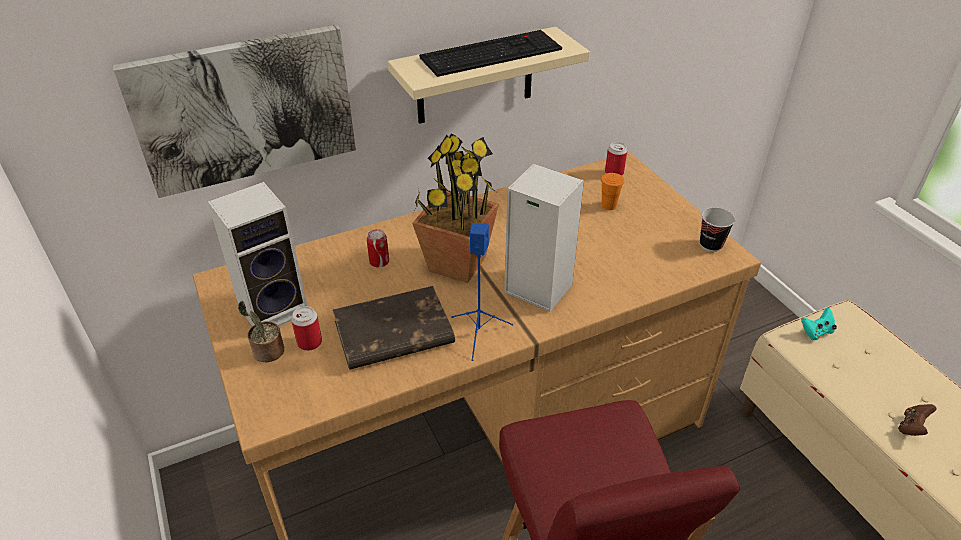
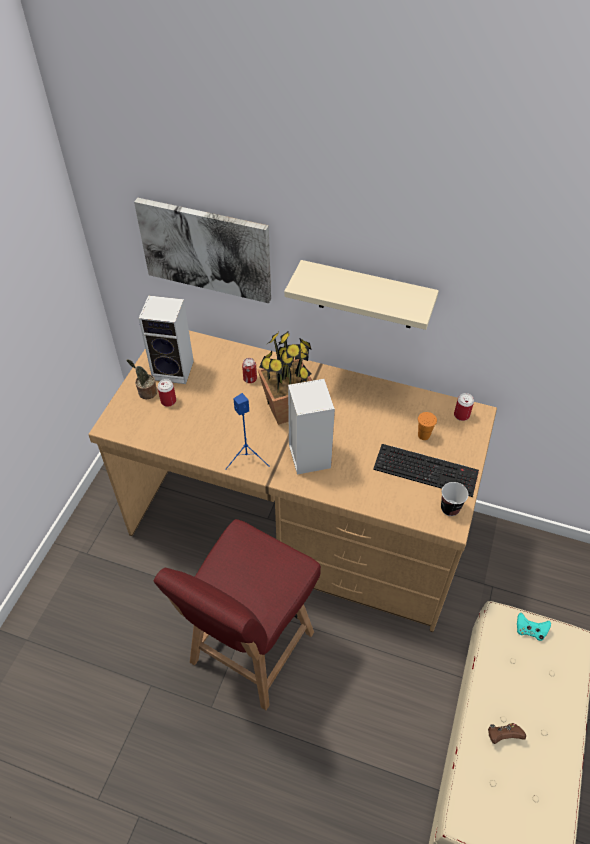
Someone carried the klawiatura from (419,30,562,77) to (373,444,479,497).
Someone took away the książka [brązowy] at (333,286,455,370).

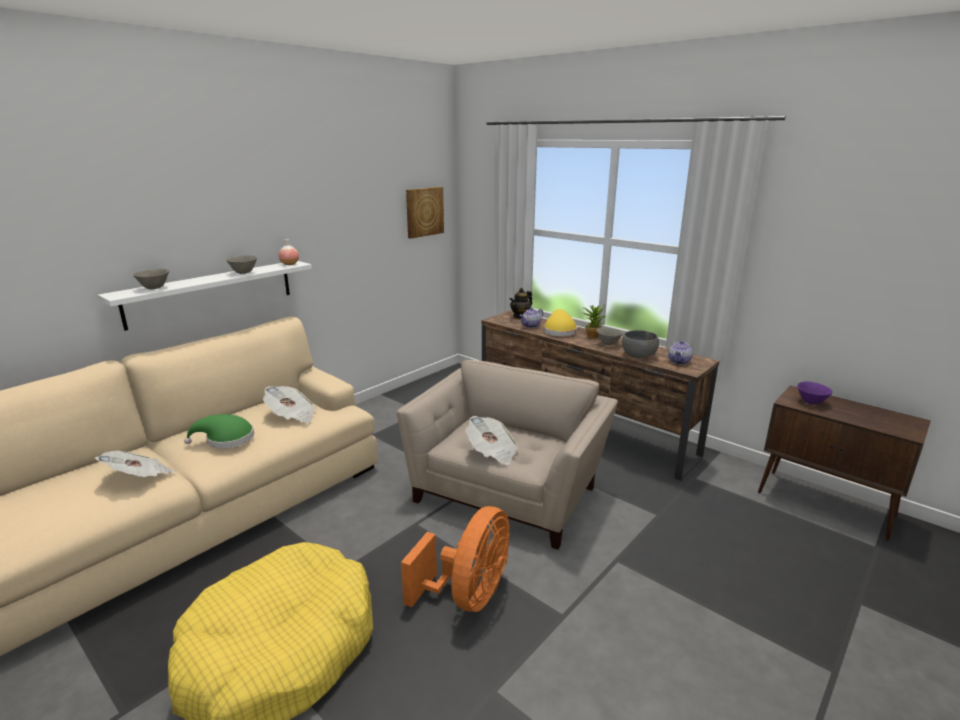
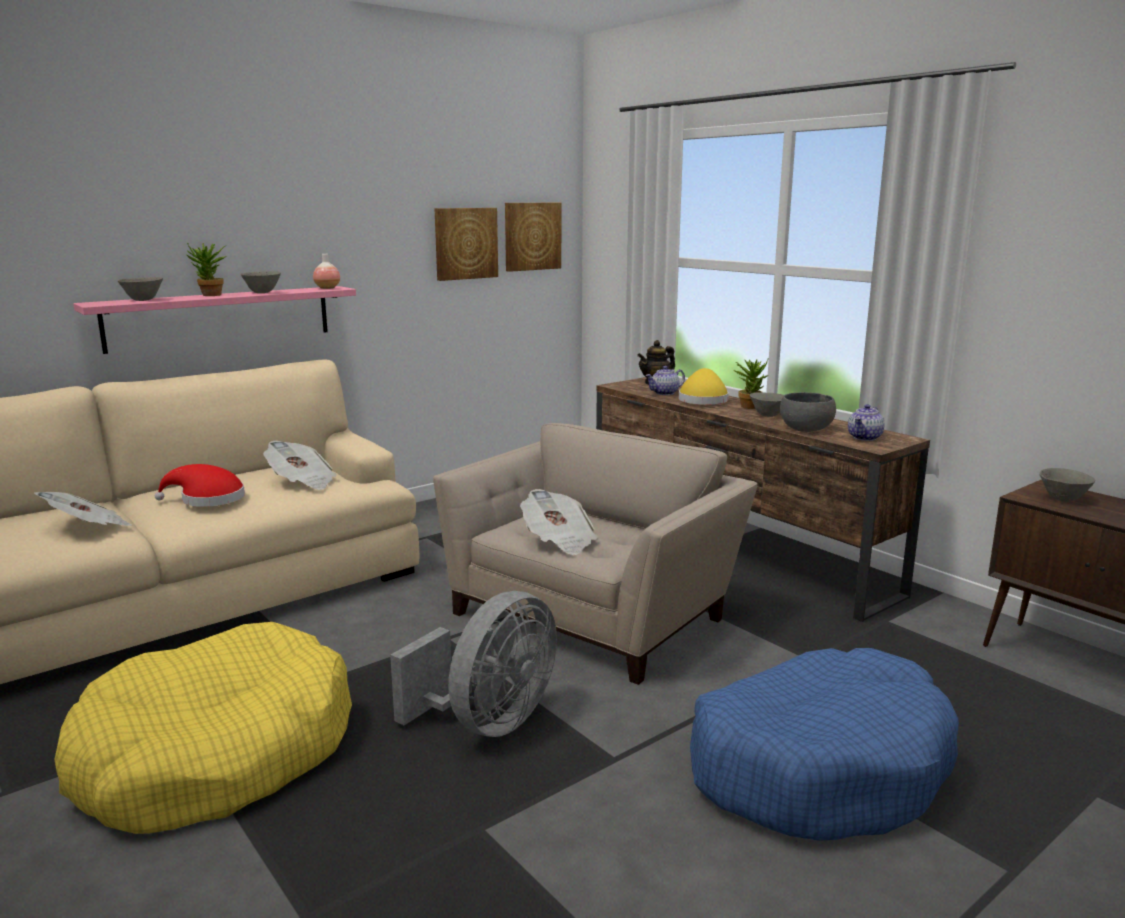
Someone repainted the półka [biały] at (98,261,312,331), which became the półka [różowy] at (73,286,356,354).
Someone repainted the kapelusz [zielony] at (184,414,254,449), which became the kapelusz [czerwony] at (155,464,245,507).
Someone put down the roślina doniczkowa at (186,243,227,296).
Someone repainted the wentylator [pomarańczowy] at (401,506,510,612), which became the wentylator [szary] at (390,591,557,737).
Someone put up the obraz at (434,208,498,281).
Someone put down the legowisko [niebieski] at (690,648,959,841).
Someone repainted the miska [fioletowy] at (797,382,833,405), which became the miska [szary] at (1039,468,1095,502).

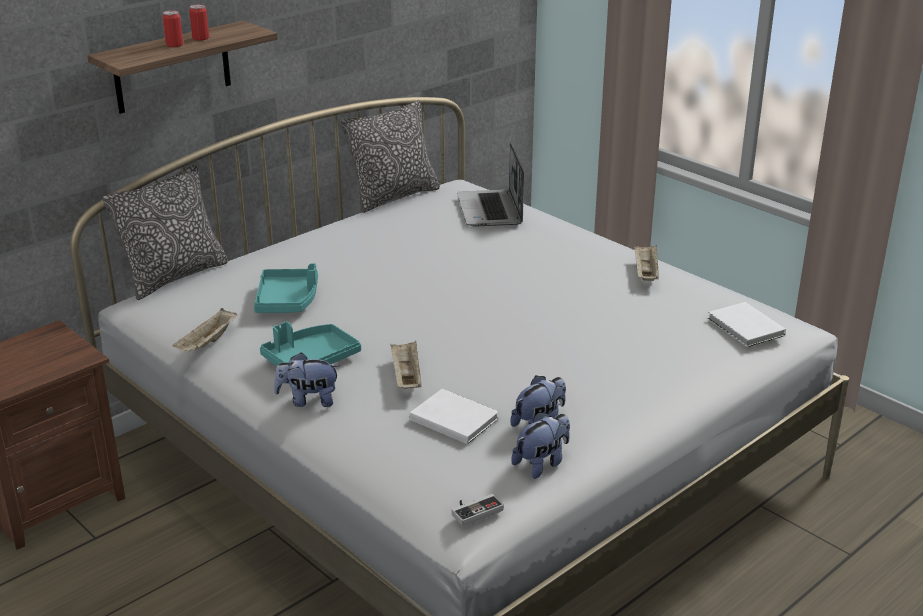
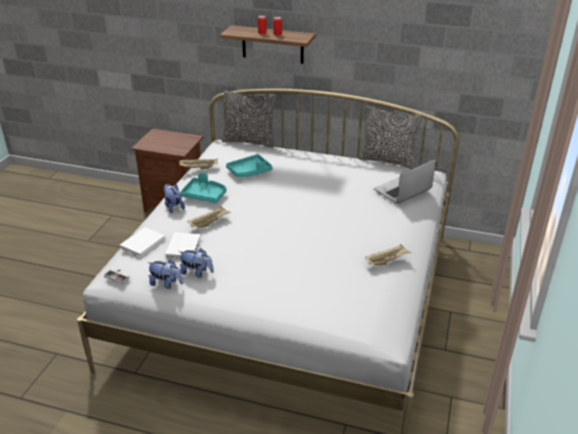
Someone carried the książka [biały] from (708,302,786,347) to (120,227,165,257).

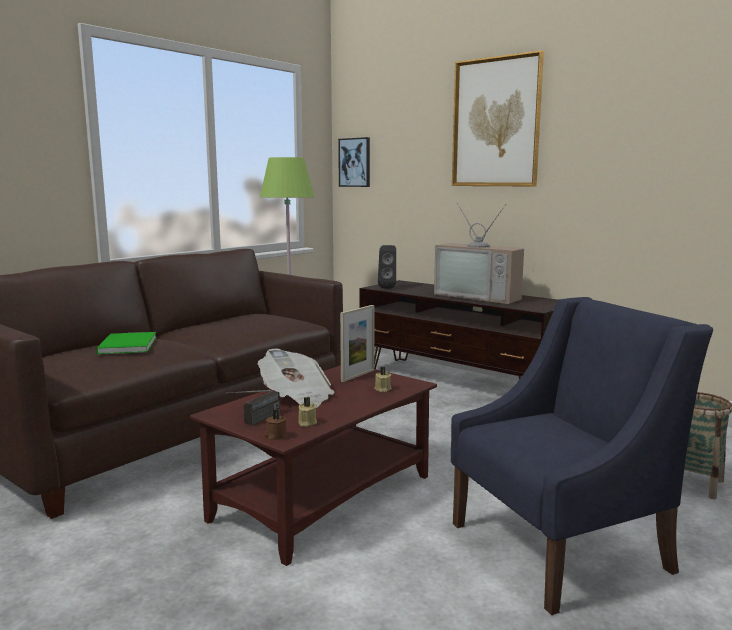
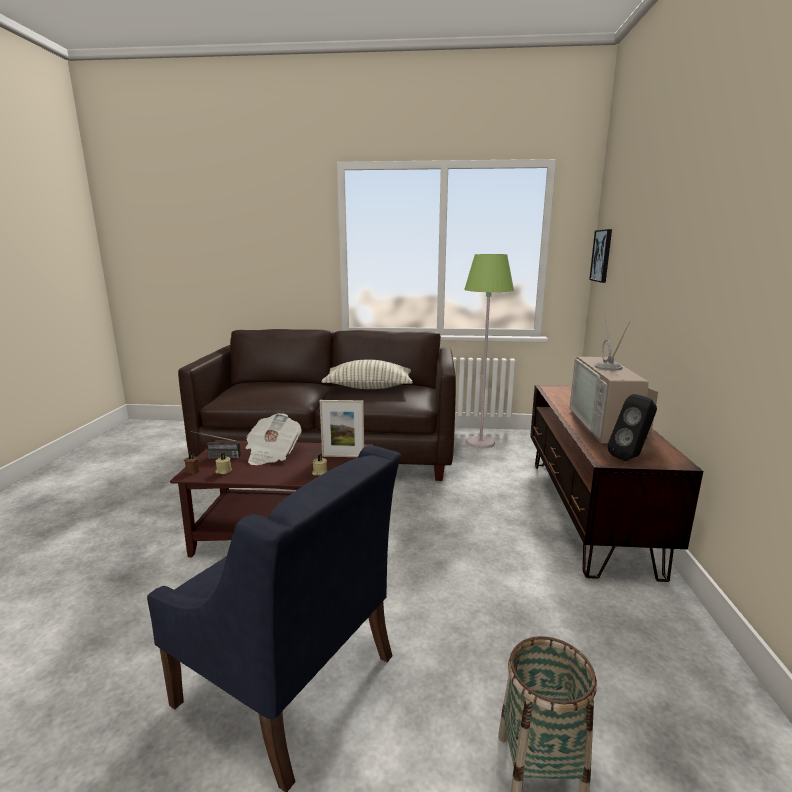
Someone put down the poduszka at (321,360,413,389).
Someone carried the głośnik [czarny] from (378,245,396,289) to (607,394,657,461).
Someone took away the książka [zielony] at (96,332,157,354).
Someone took away the obraz at (452,50,544,187).

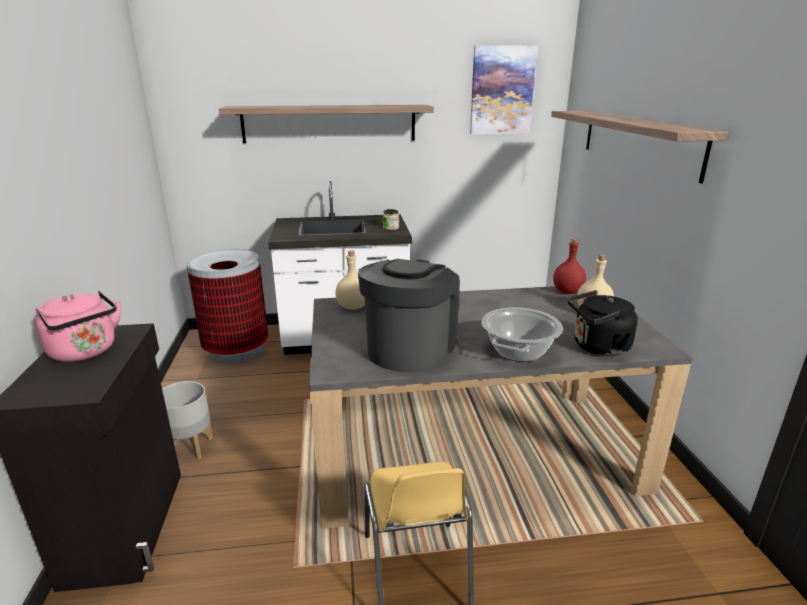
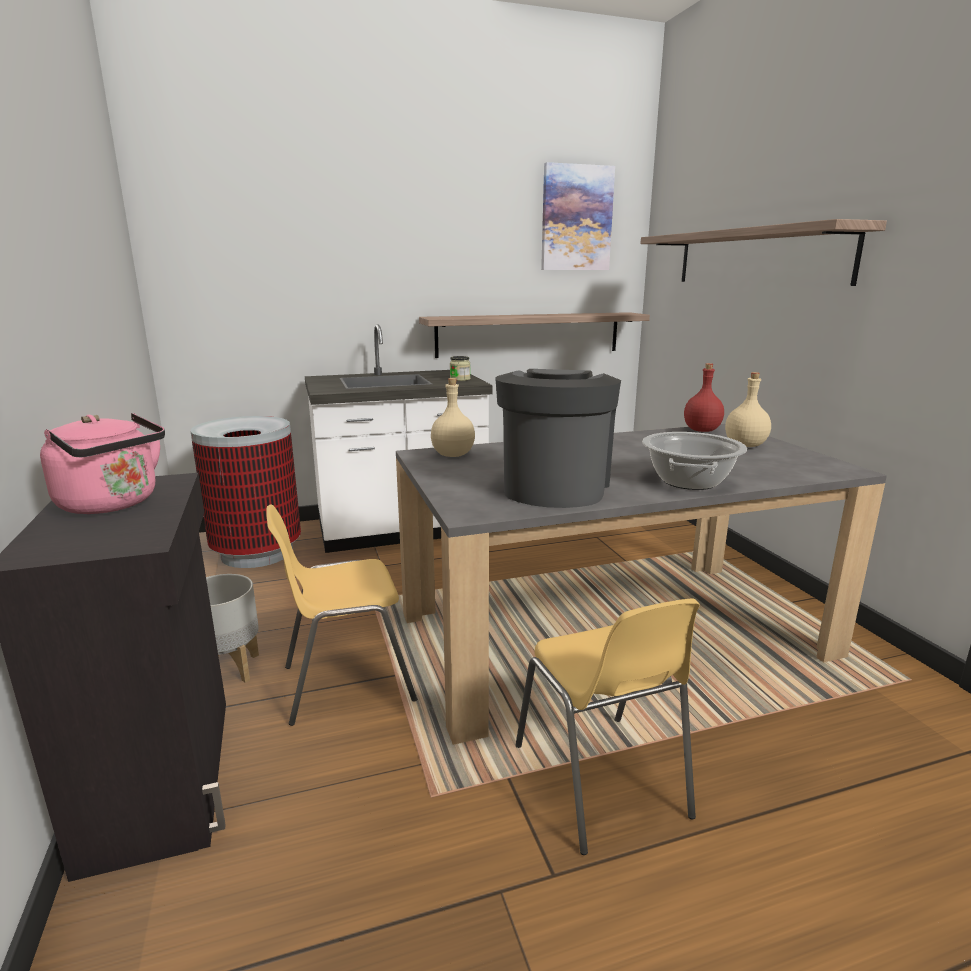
Someone put down the krzesło [żółty] at (266,504,417,726).
Someone carried the półka from (219,105,434,143) to (419,312,650,358).
Someone took away the czajnik [czarny] at (568,290,638,356).

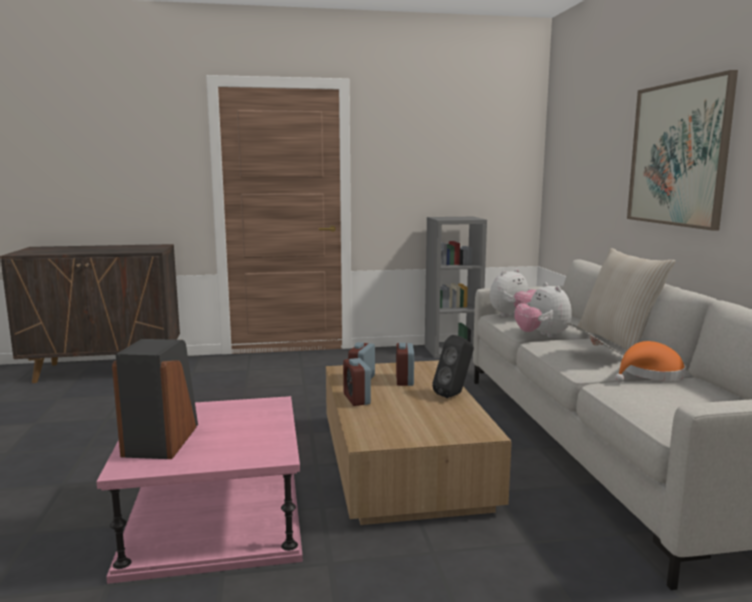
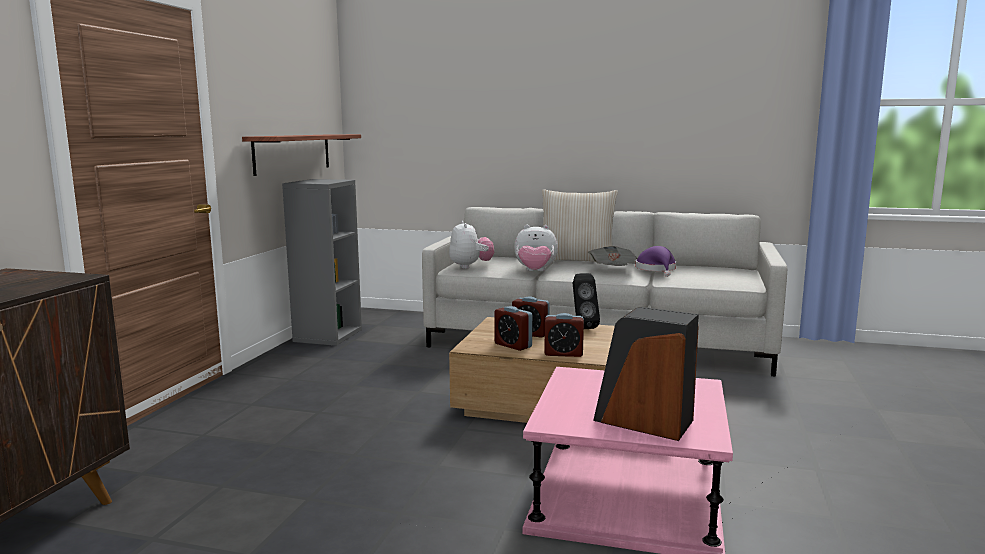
Someone put up the półka at (242,134,361,176).
Someone repainted the kapelusz [pomarańczowy] at (615,341,686,382), which became the kapelusz [fioletowy] at (636,246,676,277).
Someone took away the obraz at (627,70,738,231).

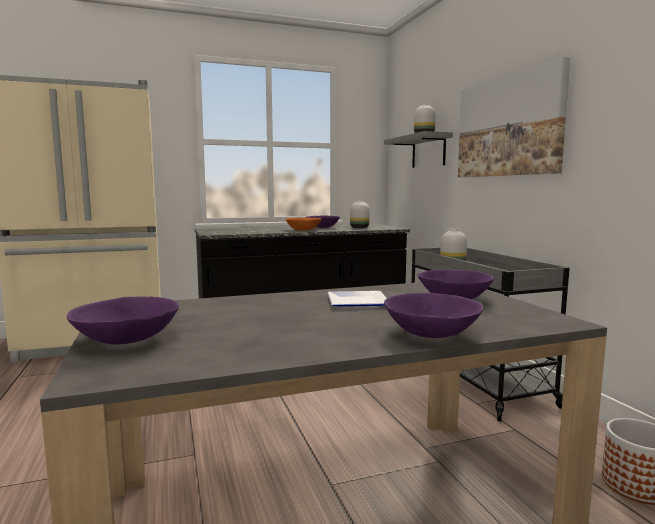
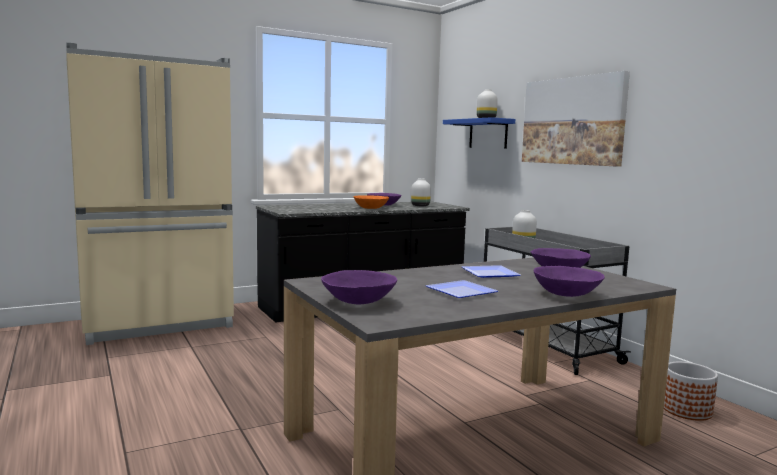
Someone put down the talerz at (426,280,498,298).
Someone repainted the półka [szary] at (384,131,453,168), which became the półka [niebieski] at (443,117,515,149).

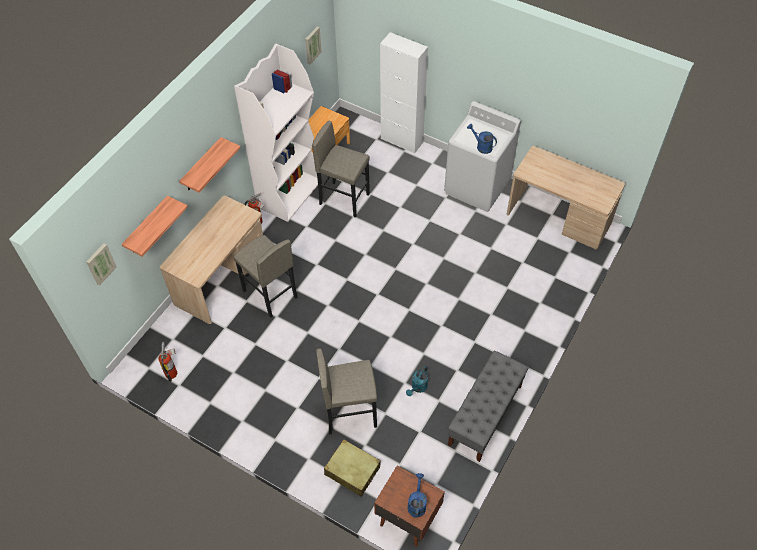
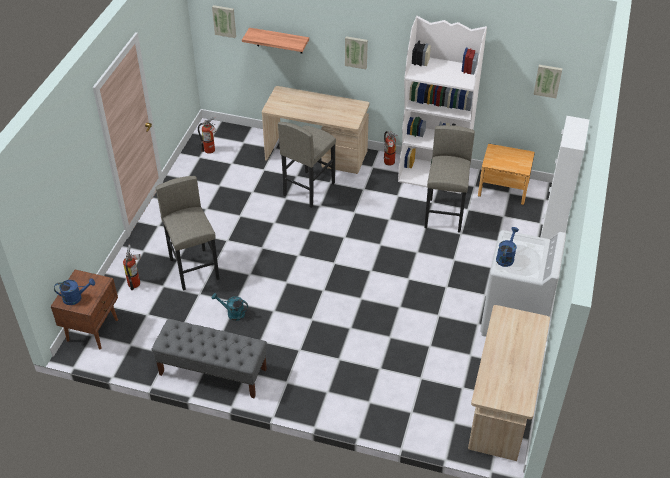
Someone swapped the walizka [beżowy] at (324,439,381,497) for the gaśnica at (123,244,141,290).
Someone swapped the półka at (179,137,240,193) for the obraz at (345,36,368,69).

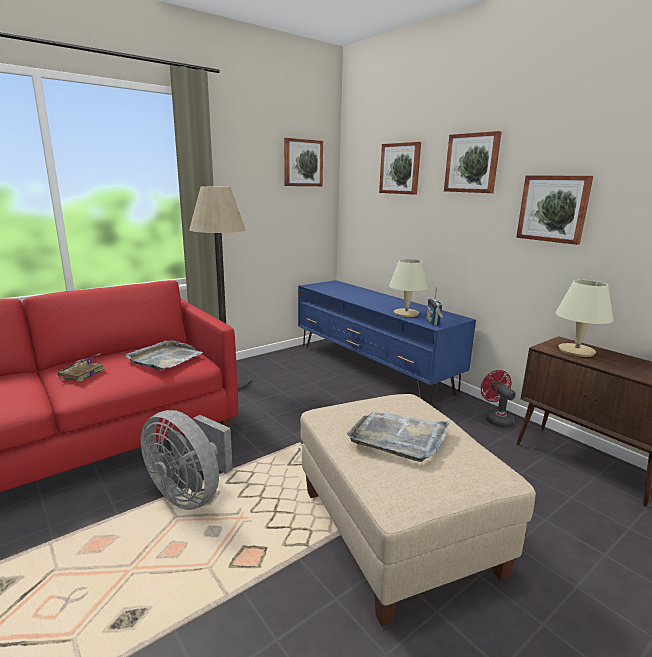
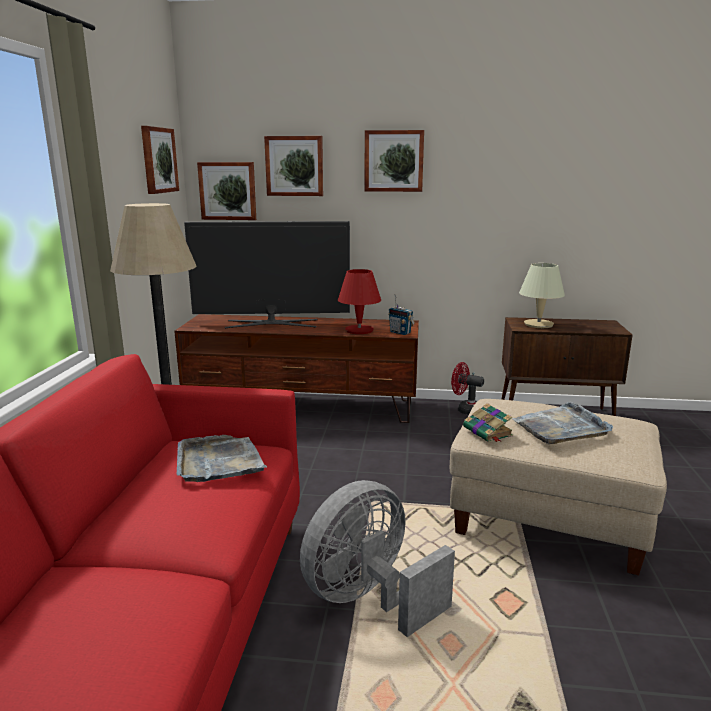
Someone repainted the szafka pod telewizor [niebieski] at (298,280,476,406), which became the szafka pod telewizor [brązowy] at (174,314,419,423).
Someone put down the telewizor at (184,221,350,328).
Someone carried the obraz from (516,175,593,245) to (197,162,256,220).
Someone rotated the wentylator [szary] at (140,410,233,510) by 150 degrees clockwise.
Someone repainted the lampa stołowa [beżowy] at (389,259,428,317), which became the lampa stołowa [czerwony] at (338,269,381,334).
Someone carried the książka from (58,353,105,382) to (463,403,513,442).

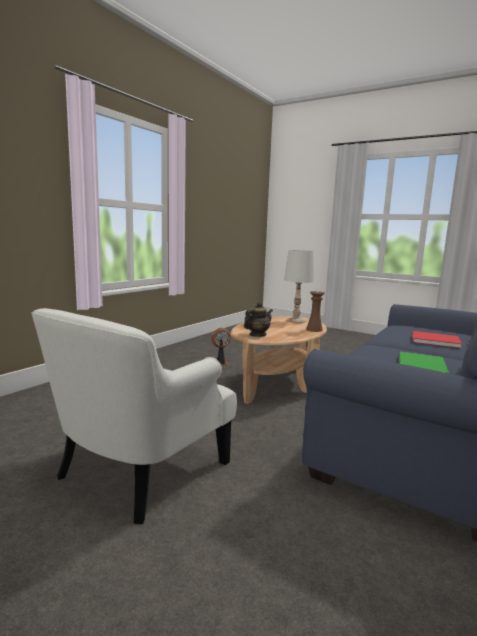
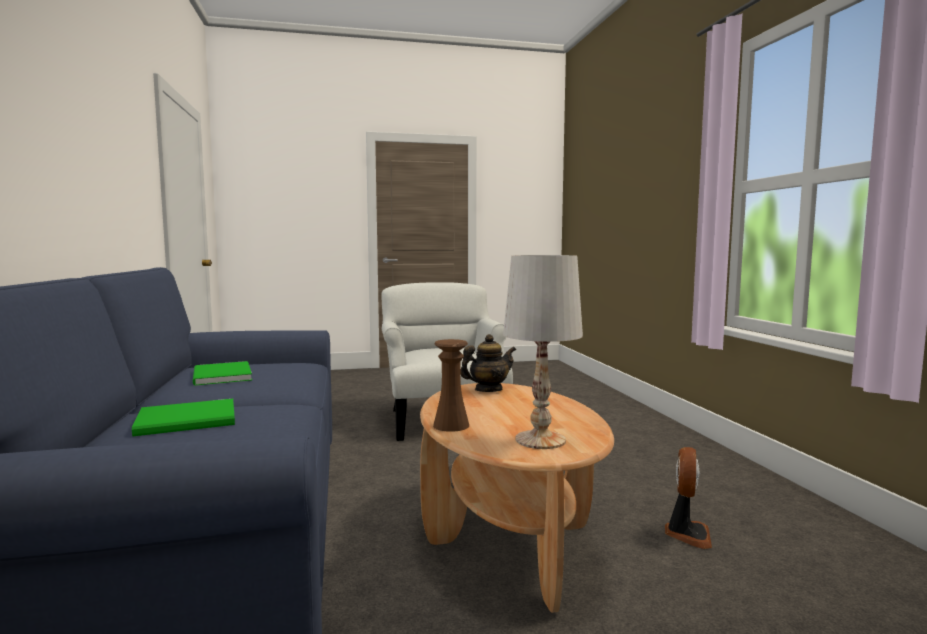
Someone repainted the książka [czerwony] at (412,331,462,348), which became the książka [zielony] at (132,399,235,436).
Someone rotated the imbryk at (244,302,273,337) by 120 degrees counterclockwise.

